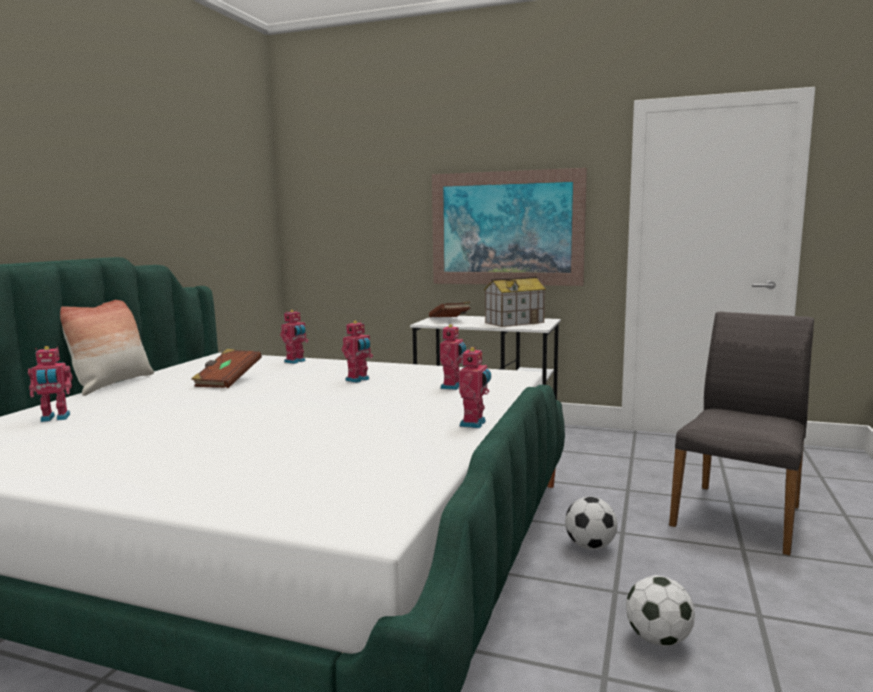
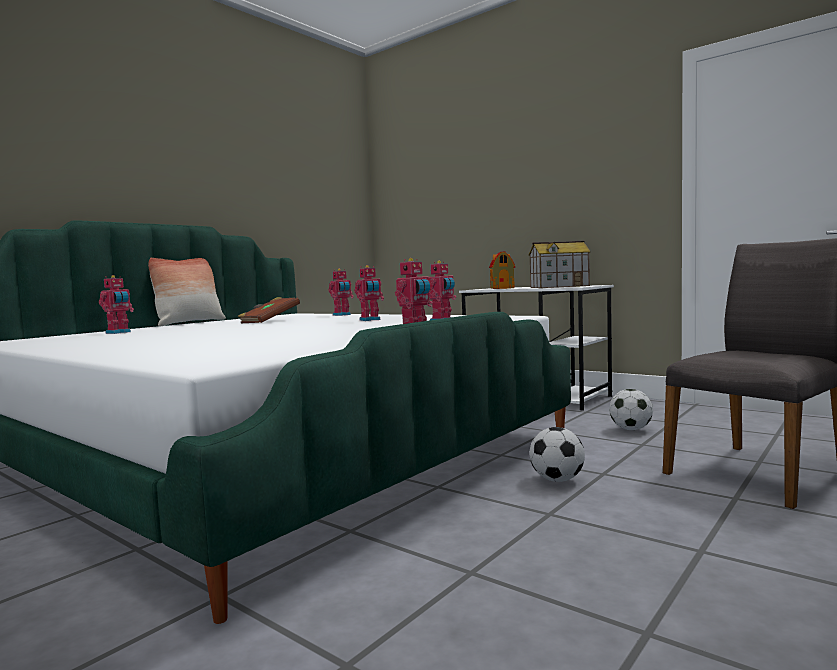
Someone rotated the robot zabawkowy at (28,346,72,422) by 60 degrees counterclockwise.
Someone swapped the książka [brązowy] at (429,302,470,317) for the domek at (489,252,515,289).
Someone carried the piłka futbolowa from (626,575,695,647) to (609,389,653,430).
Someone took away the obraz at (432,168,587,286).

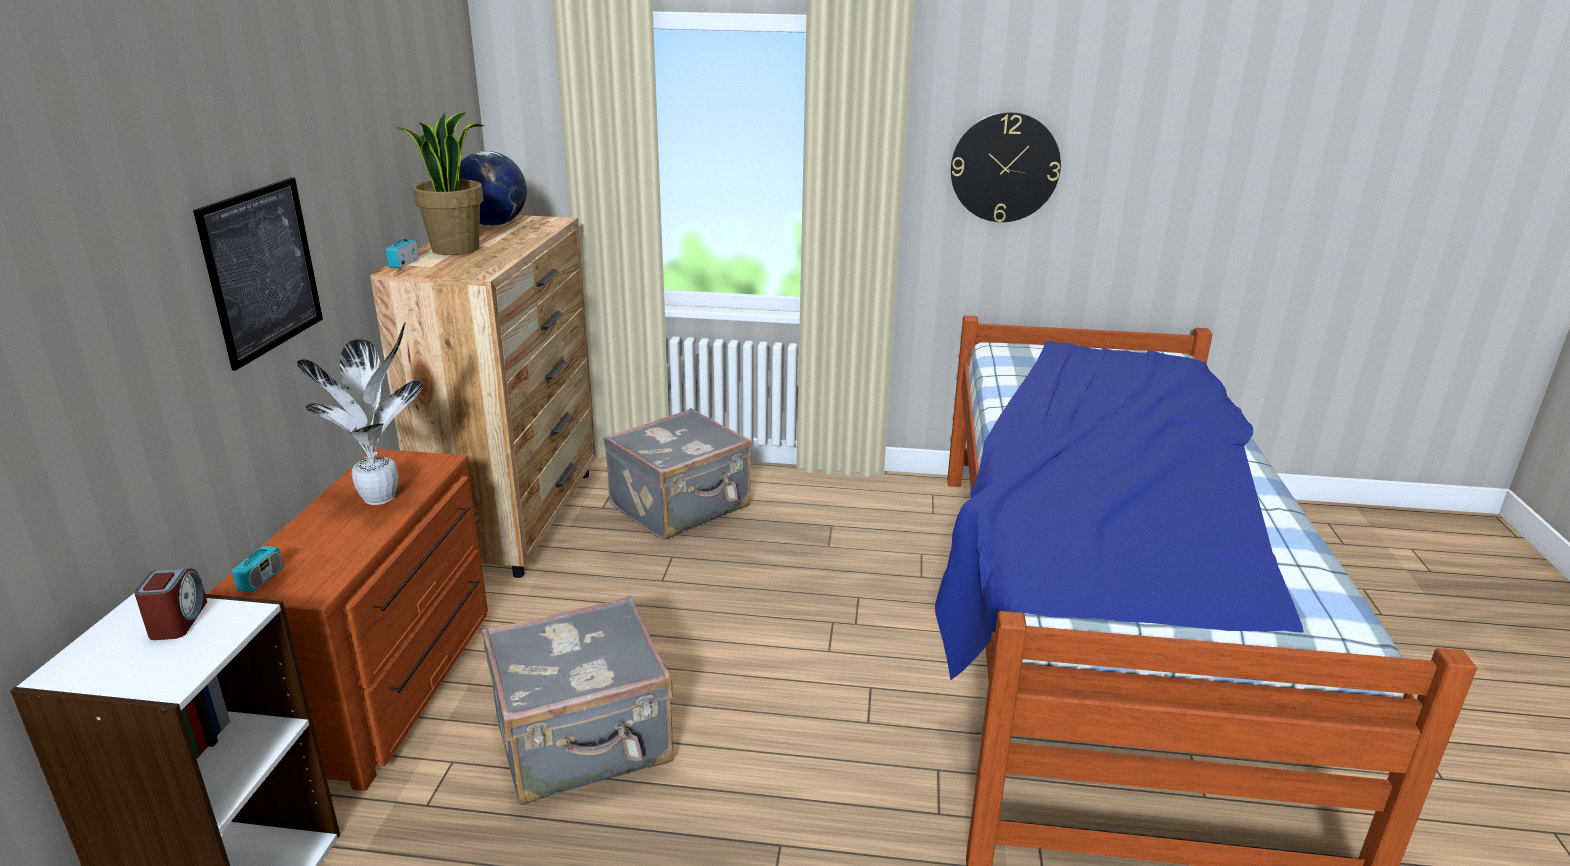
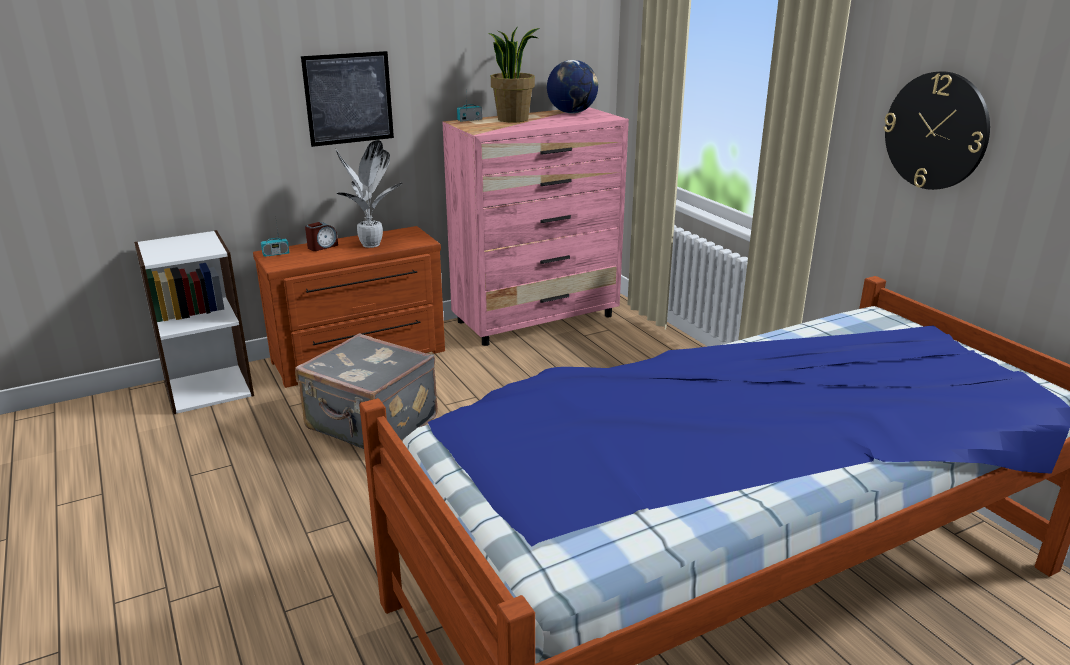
Someone carried the budzik from (134,568,207,640) to (305,222,338,251).
Someone repainted the komoda [brązowy] at (370,215,596,578), which became the komoda [różowy] at (443,107,629,346).
Someone took away the walizka [szary] at (603,408,751,540).

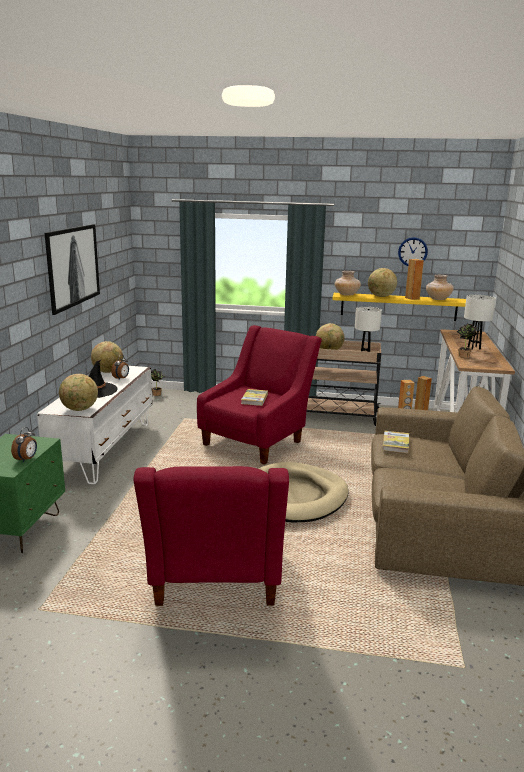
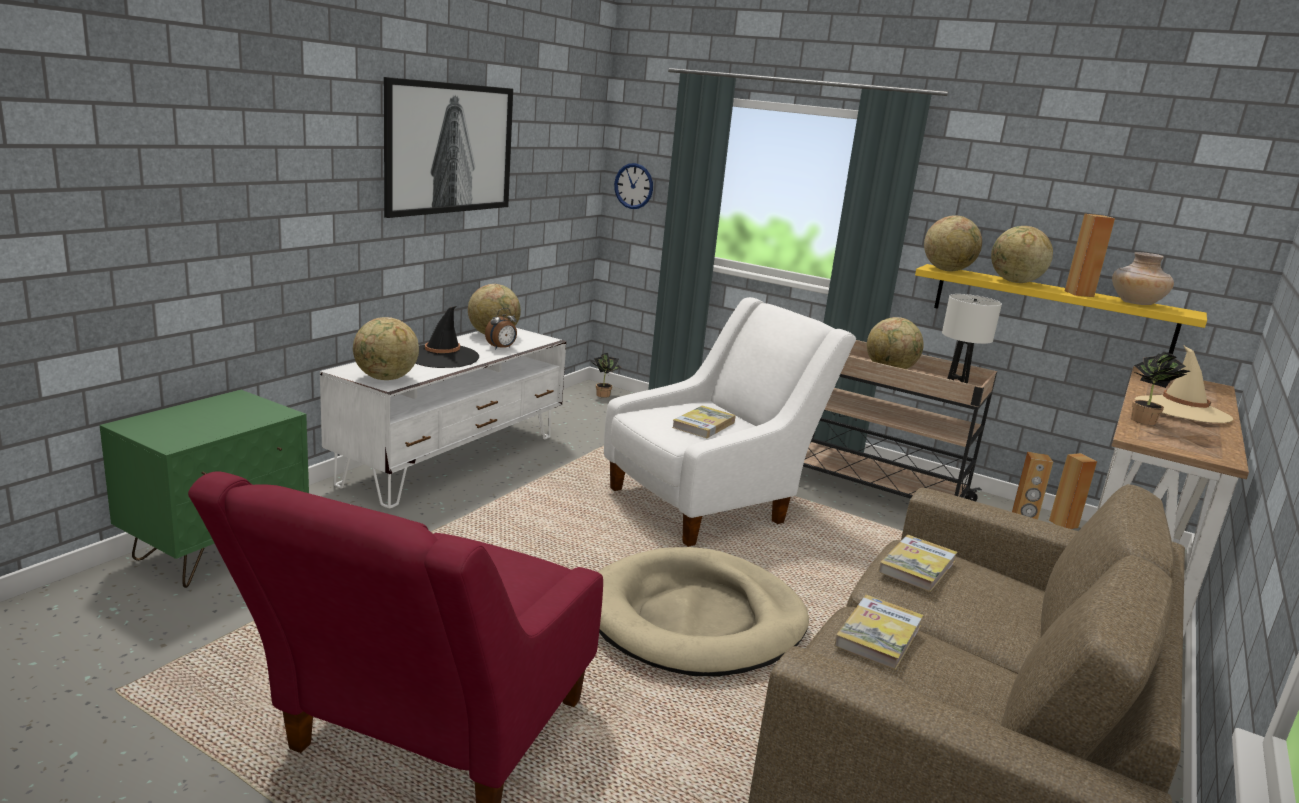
Someone repainted the fotel [czerwony] at (197,325,322,465), which became the fotel [biały] at (604,297,856,547).
Someone carried the zegar ścienny from (398,237,428,266) to (614,163,653,209).
Someone put down the książka at (834,595,923,670).
Someone swapped the wazon [beżowy] at (335,271,361,296) for the globus at (924,215,982,271).
Someone swapped the lampa stołowa [biały] at (464,295,496,350) for the kapelusz [beżowy] at (1135,345,1233,423).
Someone took away the budzik at (11,427,37,462).

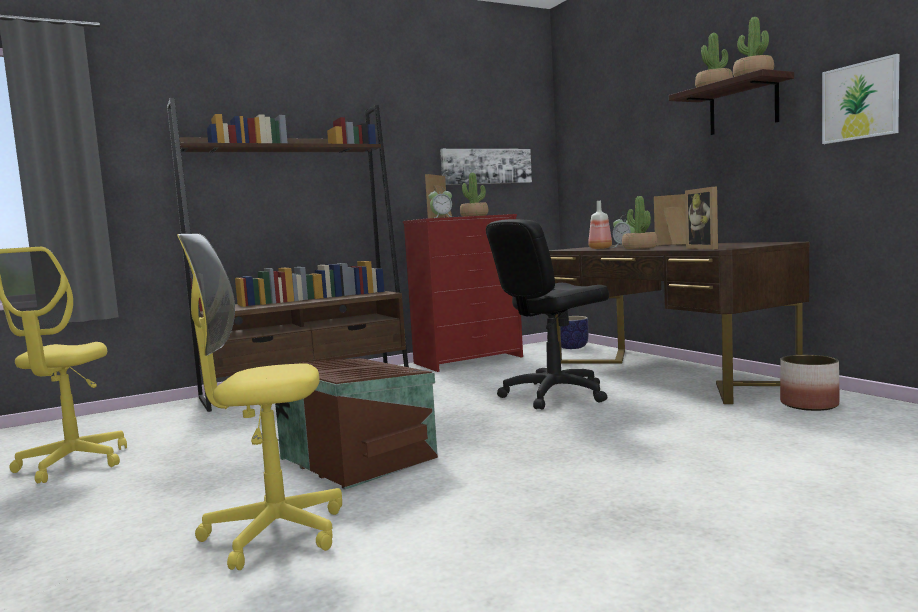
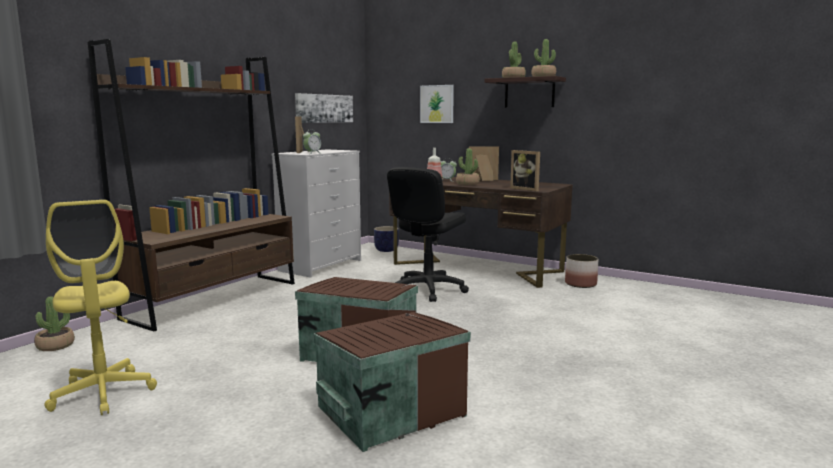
Someone carried the roślina doniczkowa from (460,173,488,217) to (34,297,75,351).
Someone repainted the komoda [czerwony] at (403,214,523,372), which became the komoda [biały] at (272,149,361,278).
Someone swapped the krzesło biurowe [żółty] at (177,234,342,570) for the pojemnik do przechowywania [brązowy] at (314,312,471,452).
Someone carried the obraz from (822,54,899,144) to (420,85,454,123).

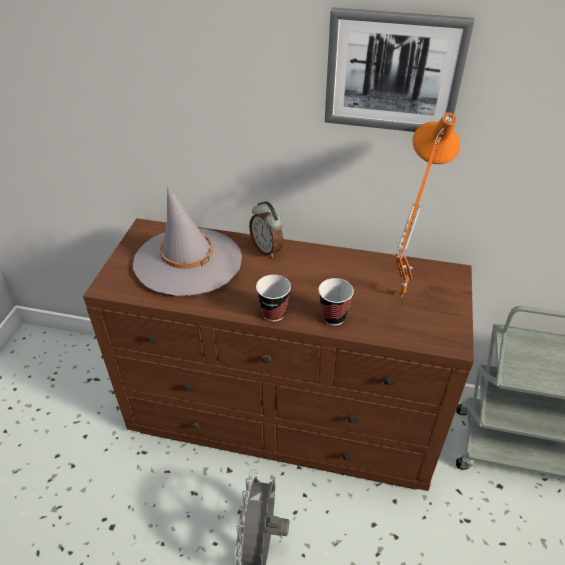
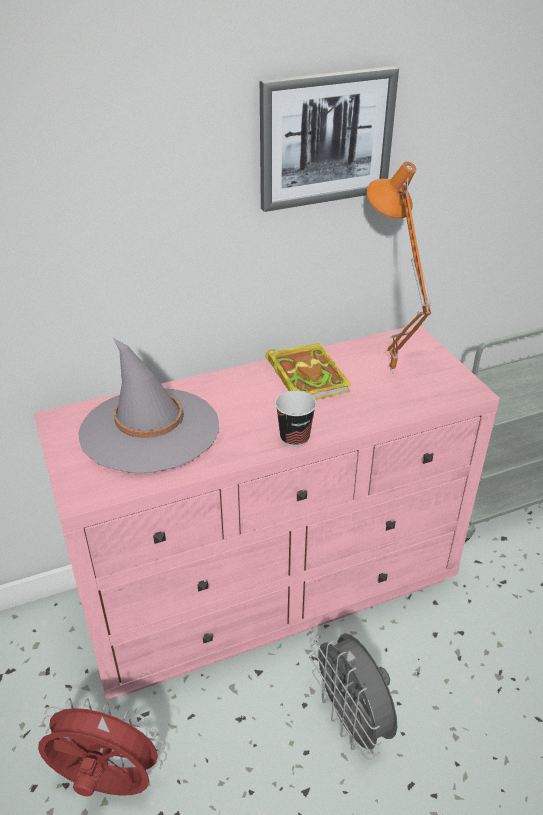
Someone repainted the komoda [brązowy] at (83,218,474,491), which became the komoda [różowy] at (34,325,500,700).
Someone put down the wentylator [czerwony] at (38,698,167,796).
Someone put down the książka at (265,343,351,400).
Someone took away the budzik at (249,201,283,258).
Someone took away the filiżanka at (318,278,354,326).

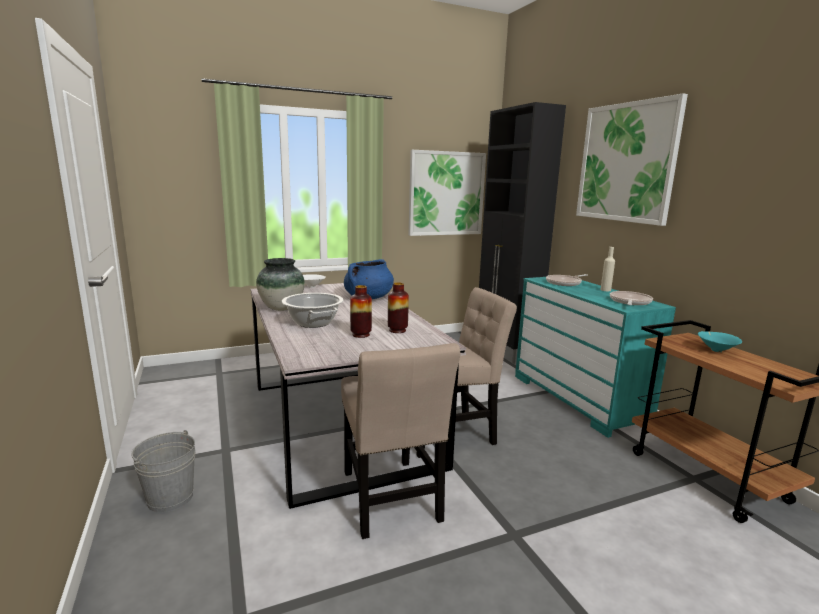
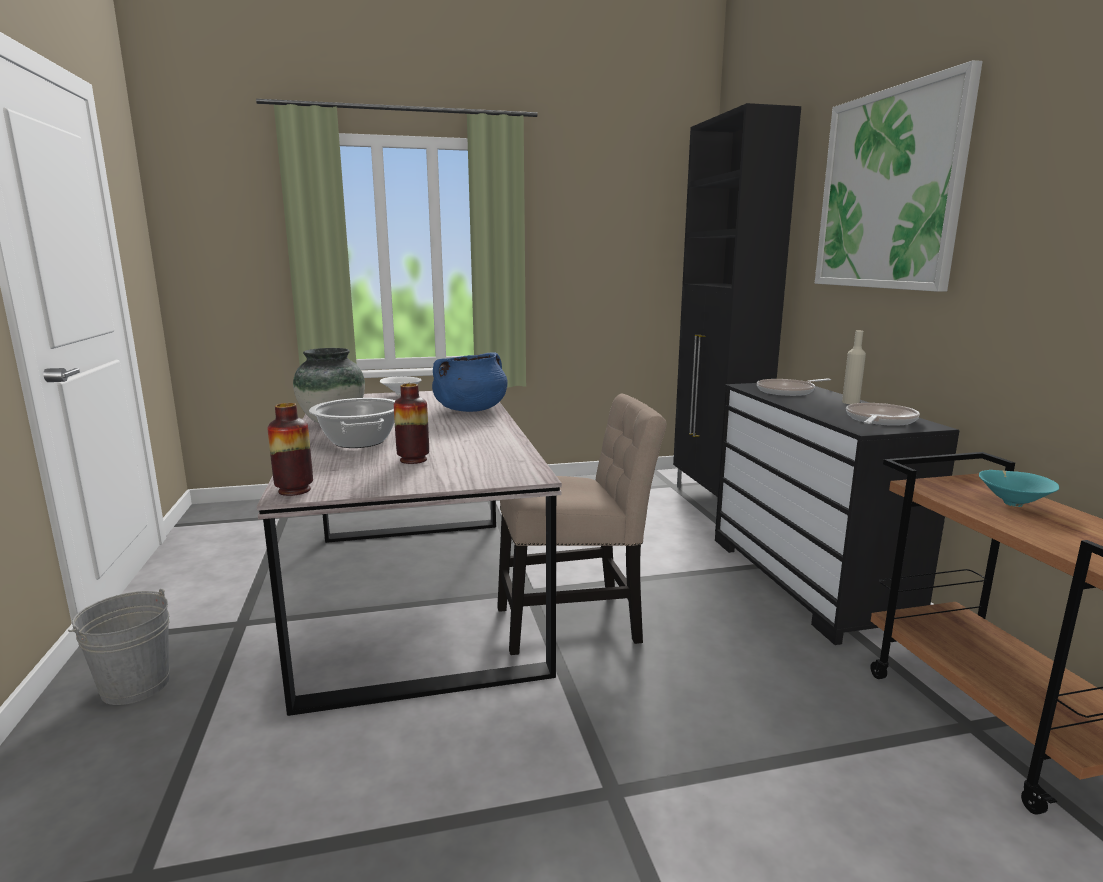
Someone carried the wazon from (388,282,409,333) to (267,403,313,496).
Someone repainted the komoda [turkusowy] at (515,277,676,438), which became the komoda [czarny] at (715,383,960,645).
Someone took away the krzesło [beżowy] at (341,343,460,539).
Someone took away the obraz at (409,150,486,236).

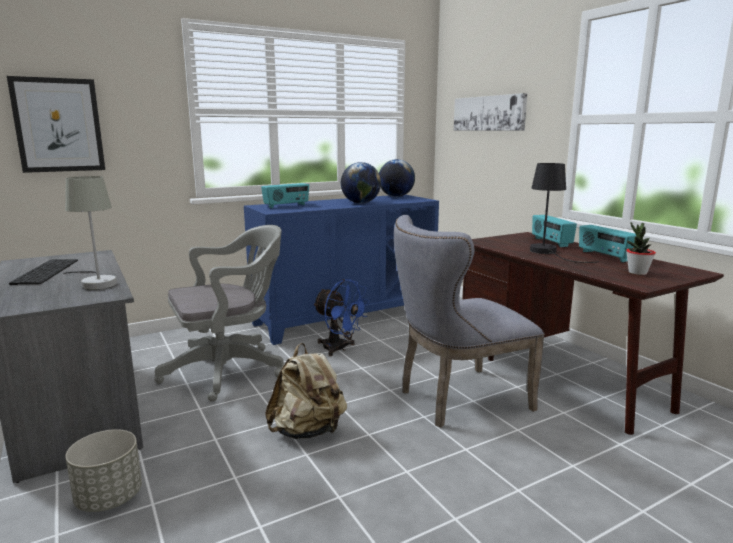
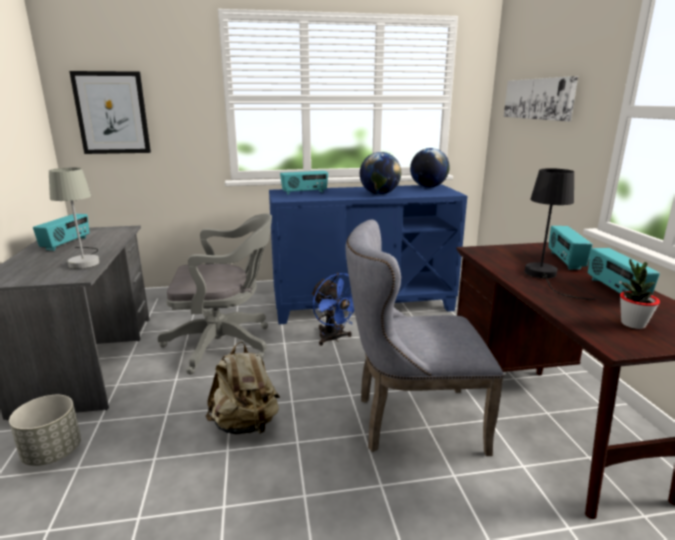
Someone swapped the klawiatura at (9,259,78,285) for the radio at (33,214,89,251).

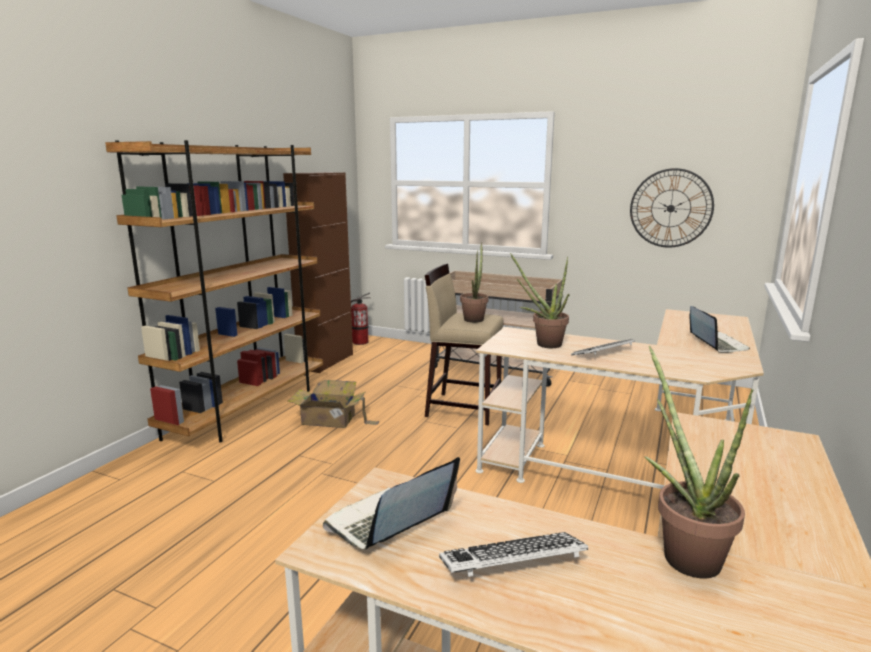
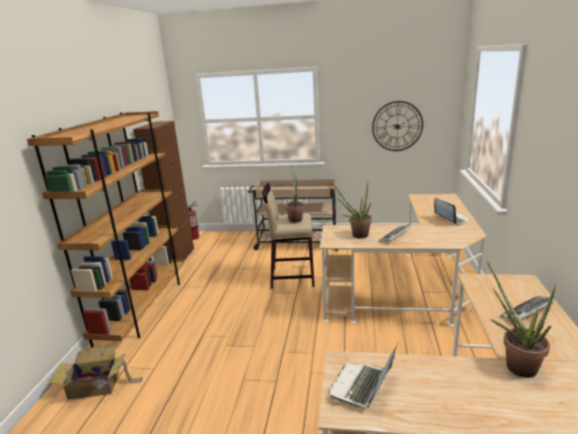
Someone carried the karton from (287,380,380,428) to (49,345,143,400).
Someone carried the klawiatura from (439,532,588,577) to (500,296,556,320).

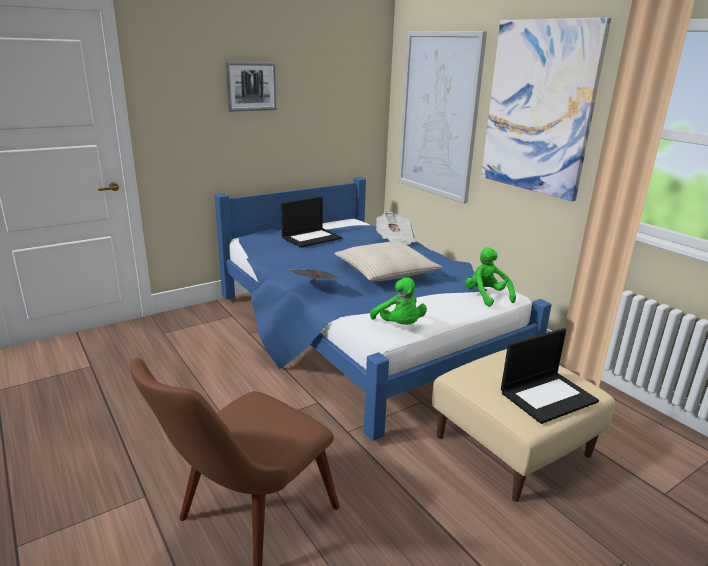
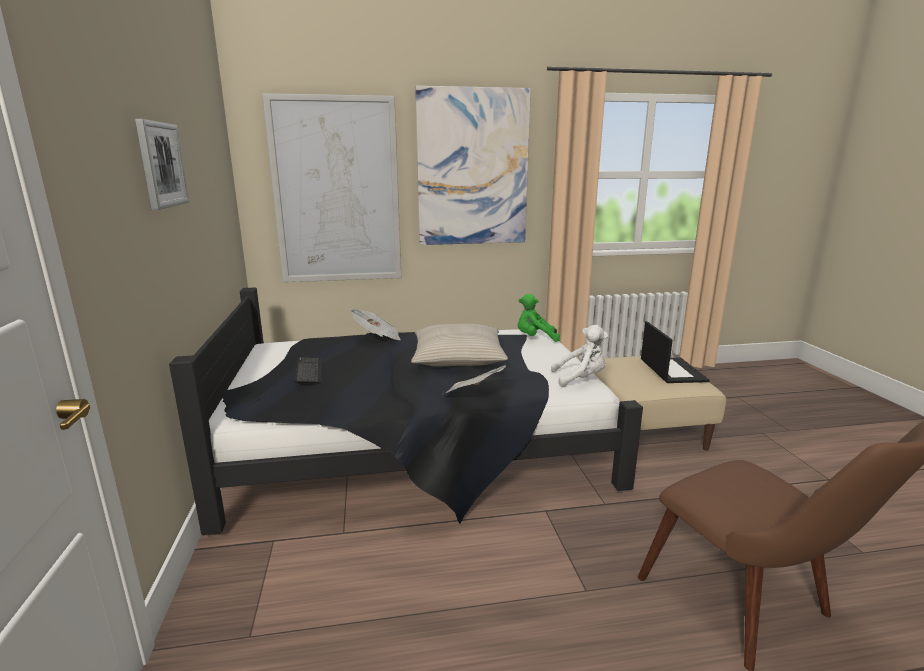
Someone repainted the łóżko [niebieski] at (215,177,552,441), which became the łóżko [czarny] at (169,287,643,535).
Someone swapped the laptop at (281,197,342,248) for the klawiatura at (295,357,322,385).
Someone repainted the pluszak [zielony] at (370,277,427,325), which became the pluszak [biały] at (551,325,608,387).

